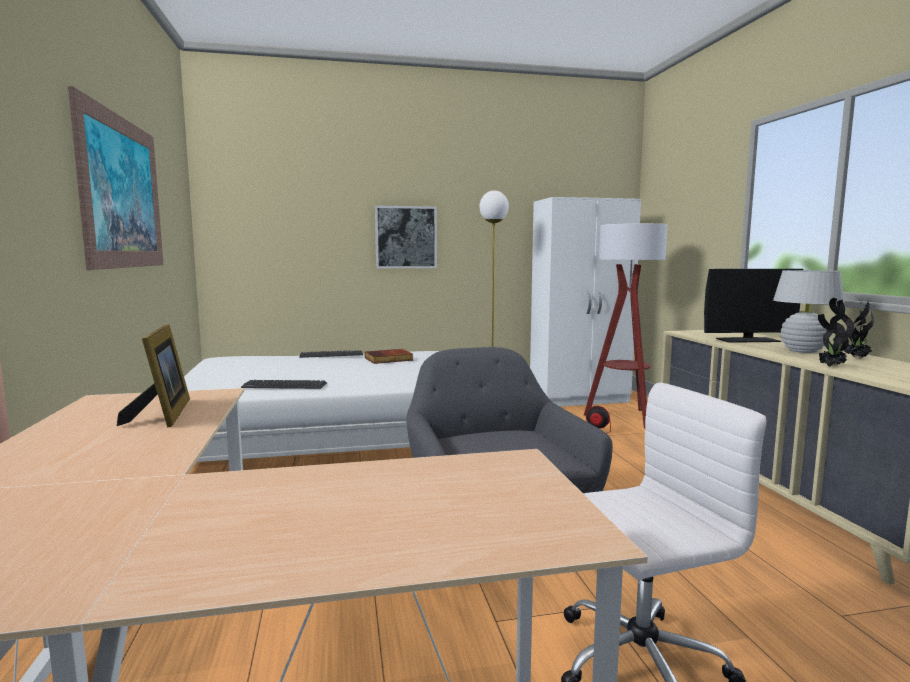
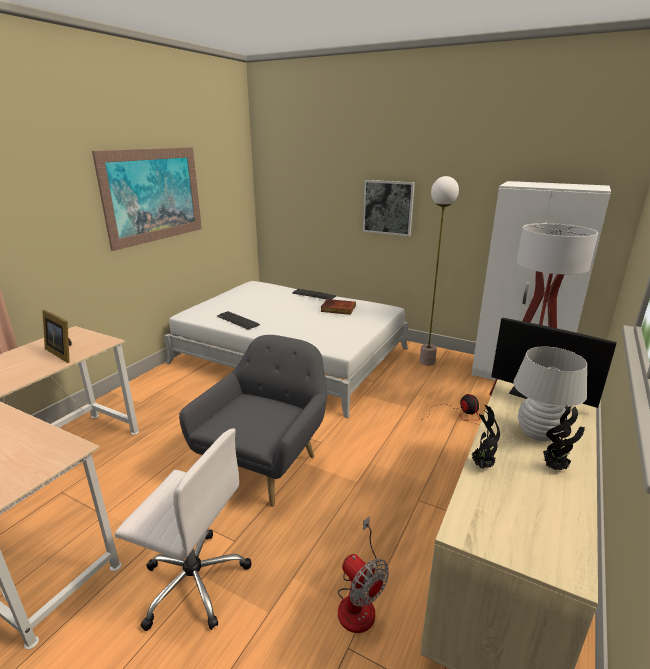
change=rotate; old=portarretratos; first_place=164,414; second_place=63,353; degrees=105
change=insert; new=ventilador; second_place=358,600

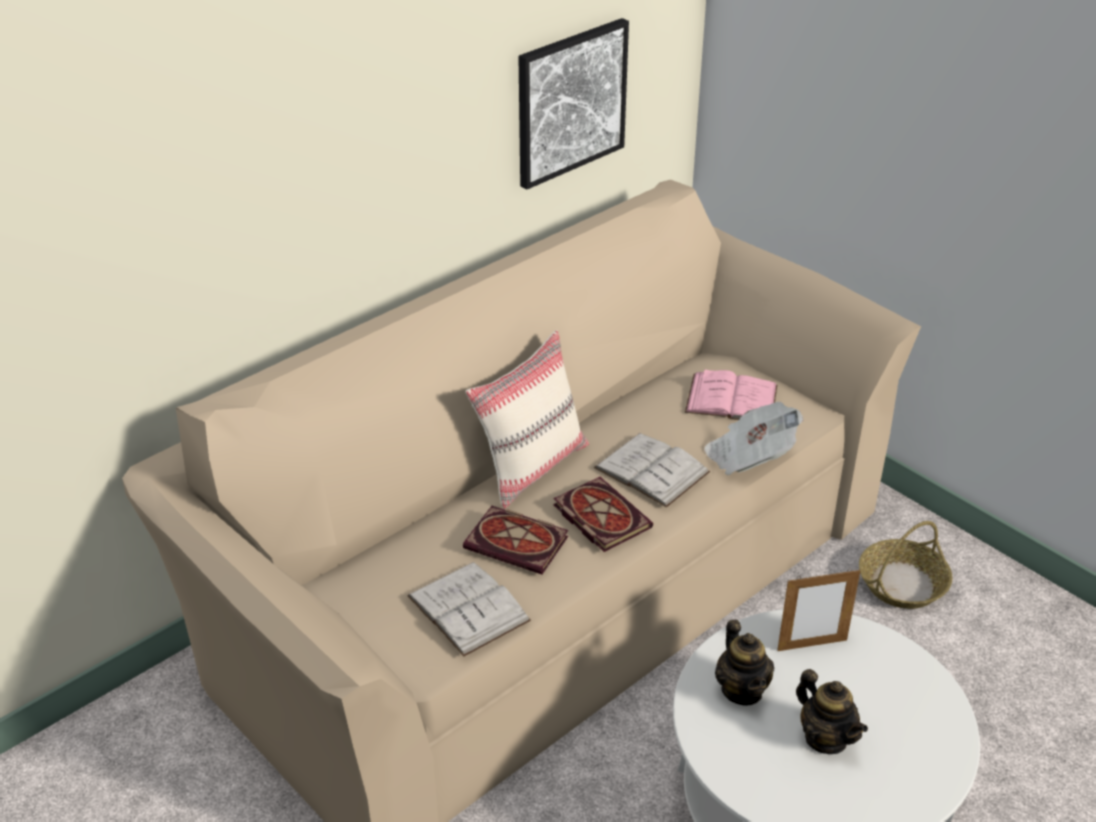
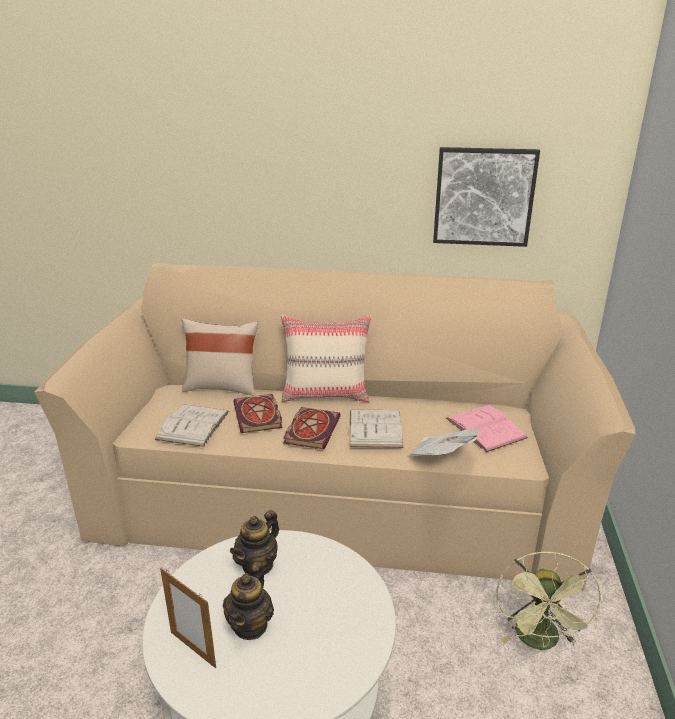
change=move; old=portarretratos; first_place=812,645; second_place=193,649
change=replace; old=cesta; new=ventilador/verde; first_place=902,583; second_place=540,642
change=insert; new=cojín/beis; second_place=222,387

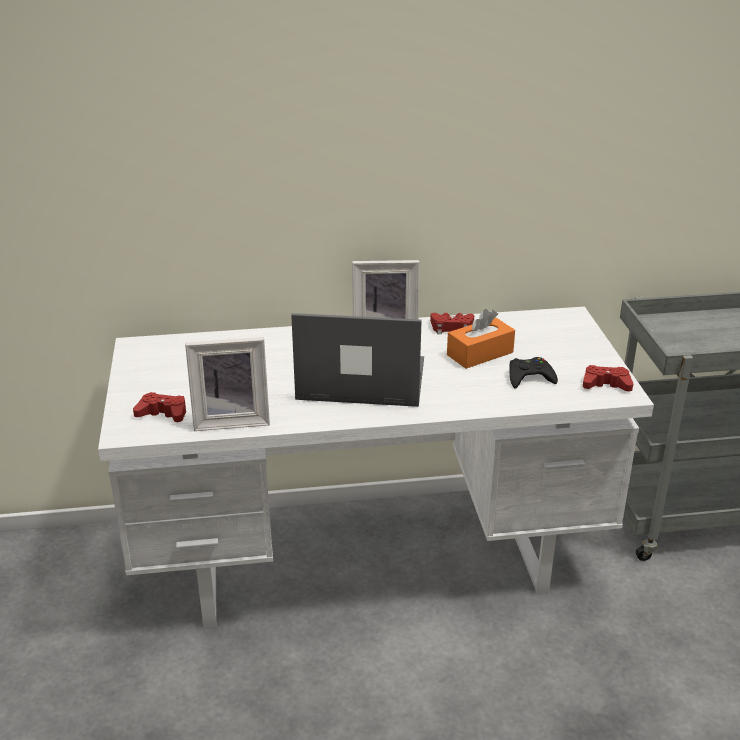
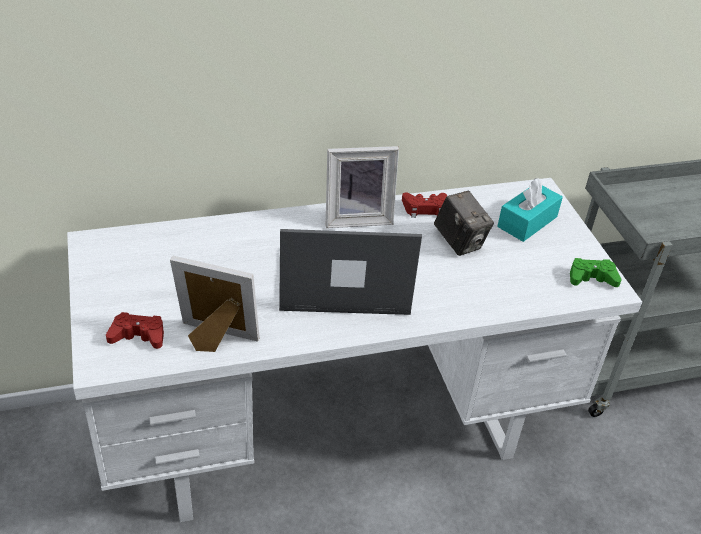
change=rotate; old=portarretratos; first_place=231,419; second_place=215,341; degrees=-150
change=replace; old=caja de pañuelos/naranja; new=cámara; first_place=480,354; second_place=459,242
change=delete; old=mando de consola/negro; first_place=529,377
change=recolor; old=mando de consola/rojo; new=mando de consola/verde; first_place=606,384; second_place=591,278
change=insert; new=caja de pañuelos/turquesa; second_place=527,222

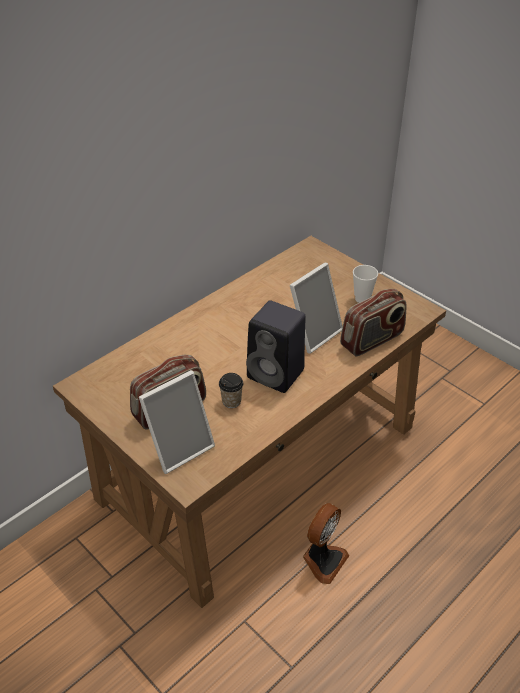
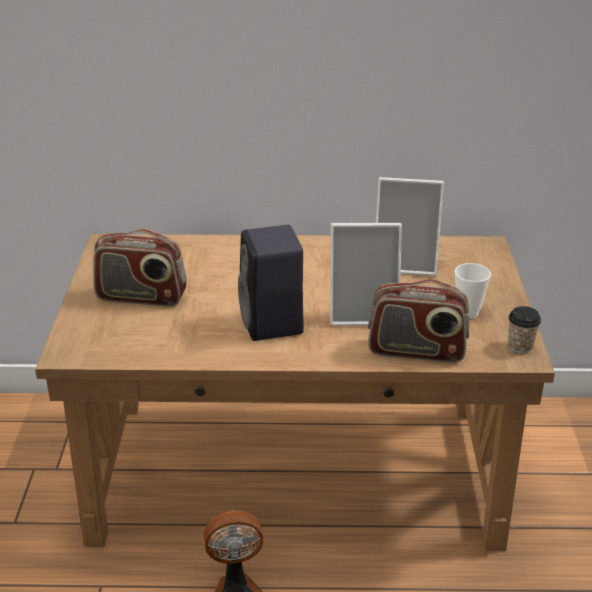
change=move; old=portarretratos; first_place=179,447; second_place=405,263
change=move; old=taza; first_place=231,401; second_place=520,346

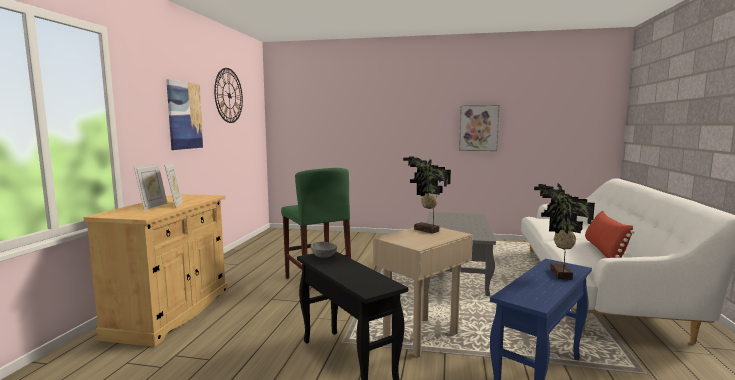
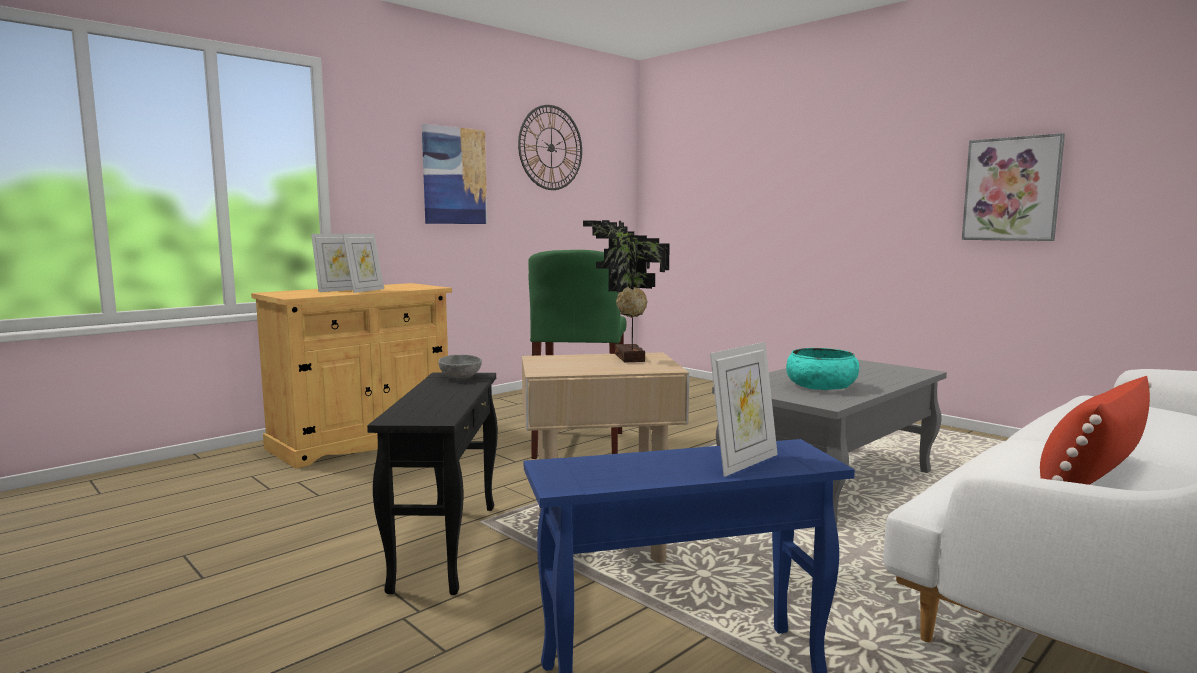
change=replace; old=planta en maceta; new=portarretratos; first_place=558,274; second_place=743,463
change=insert; new=cuenco/turquesa; second_place=821,386

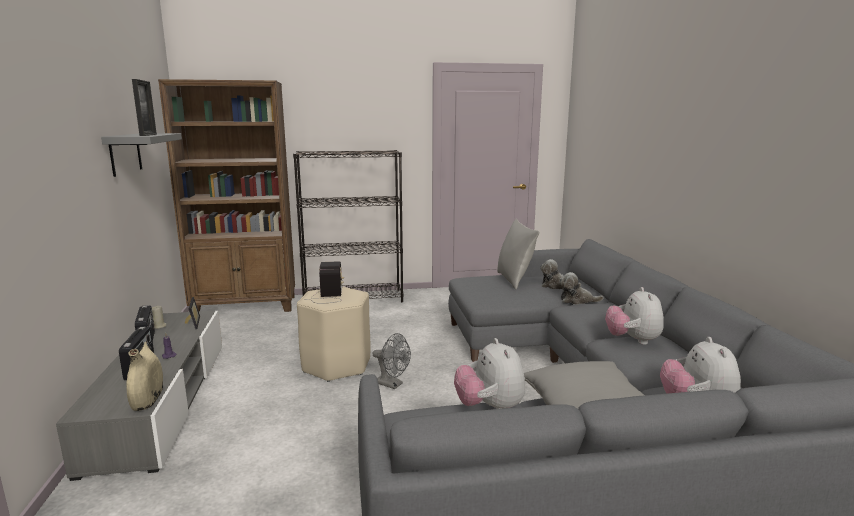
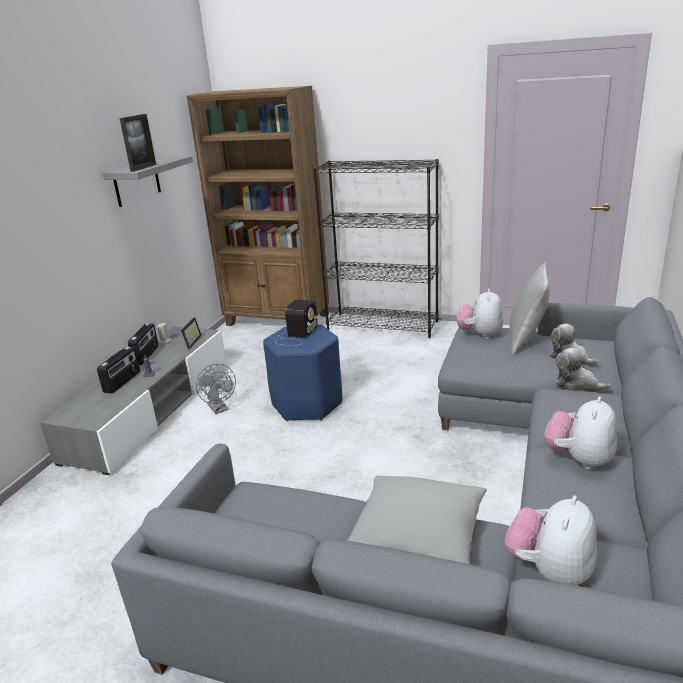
change=delete; old=florero/beis; first_place=148,399
change=recolor; old=taburete/beis; new=taburete/azul; first_place=336,365; second_place=307,404
change=move; old=ventilador/gris; first_place=392,384; second_place=219,409
change=move; old=peluche; first_place=489,407; second_place=480,335

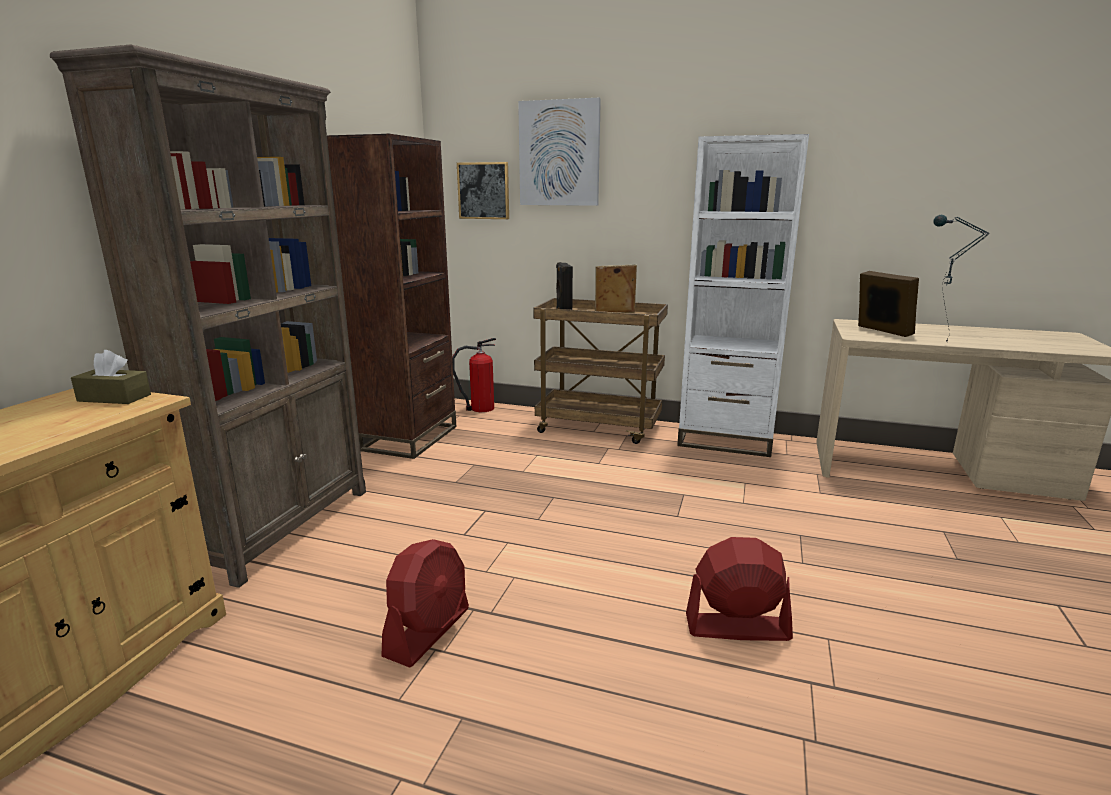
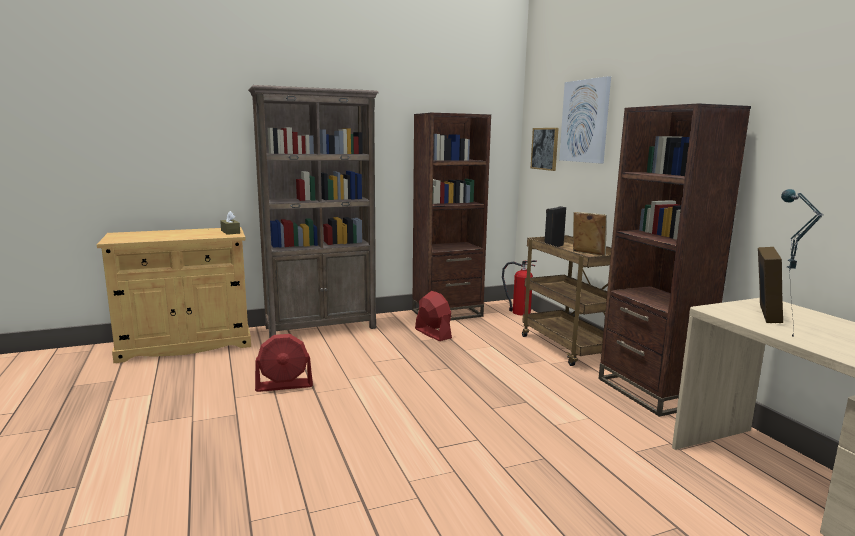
change=recolor; old=estantería/blanco; new=estantería/marrón; first_place=725,440; second_place=649,392
change=move; old=ventilador/rojo; first_place=736,627; second_place=433,333

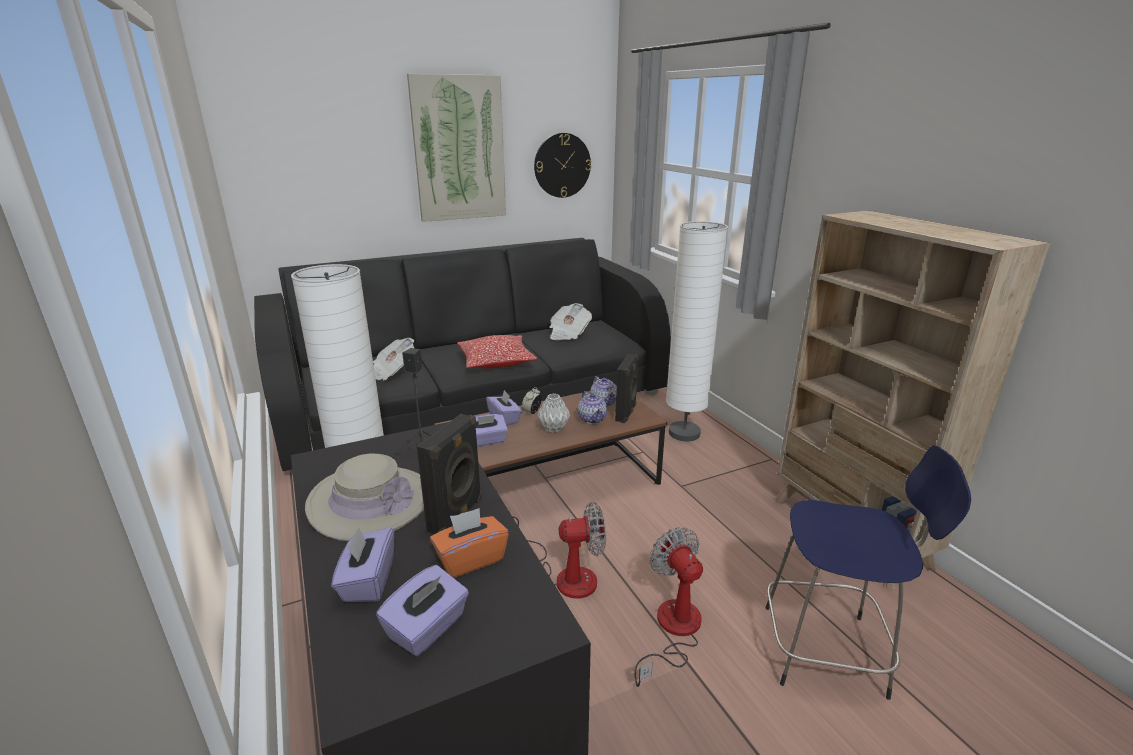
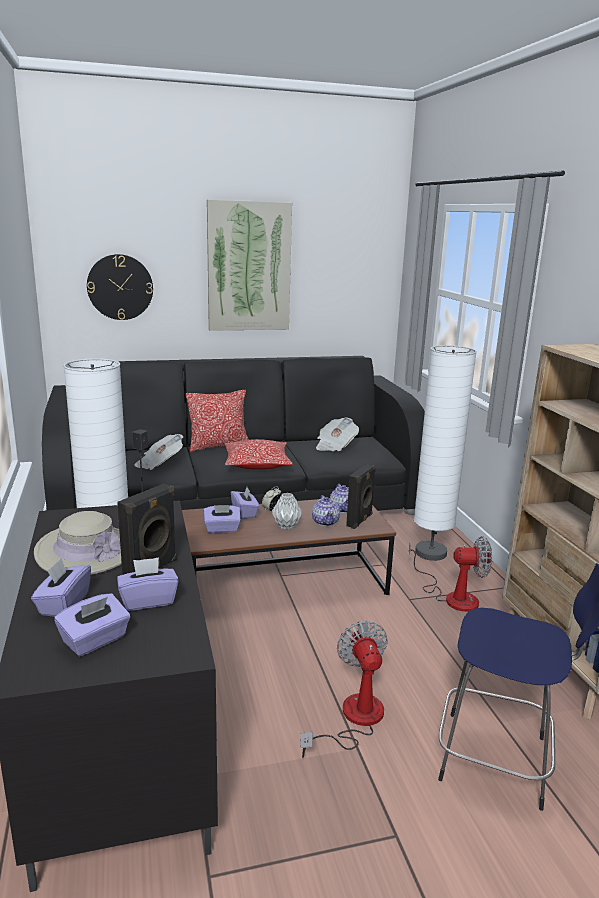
change=recolor; old=caja de pañuelos/naranja; new=caja de pañuelos/morado; first_place=470,559; second_place=148,600
change=move; old=ventilador; first_place=565,575; second_place=452,596
change=move; old=reloj de pared; first_place=562,165; second_place=120,287
change=insert; new=cojín; second_place=218,446

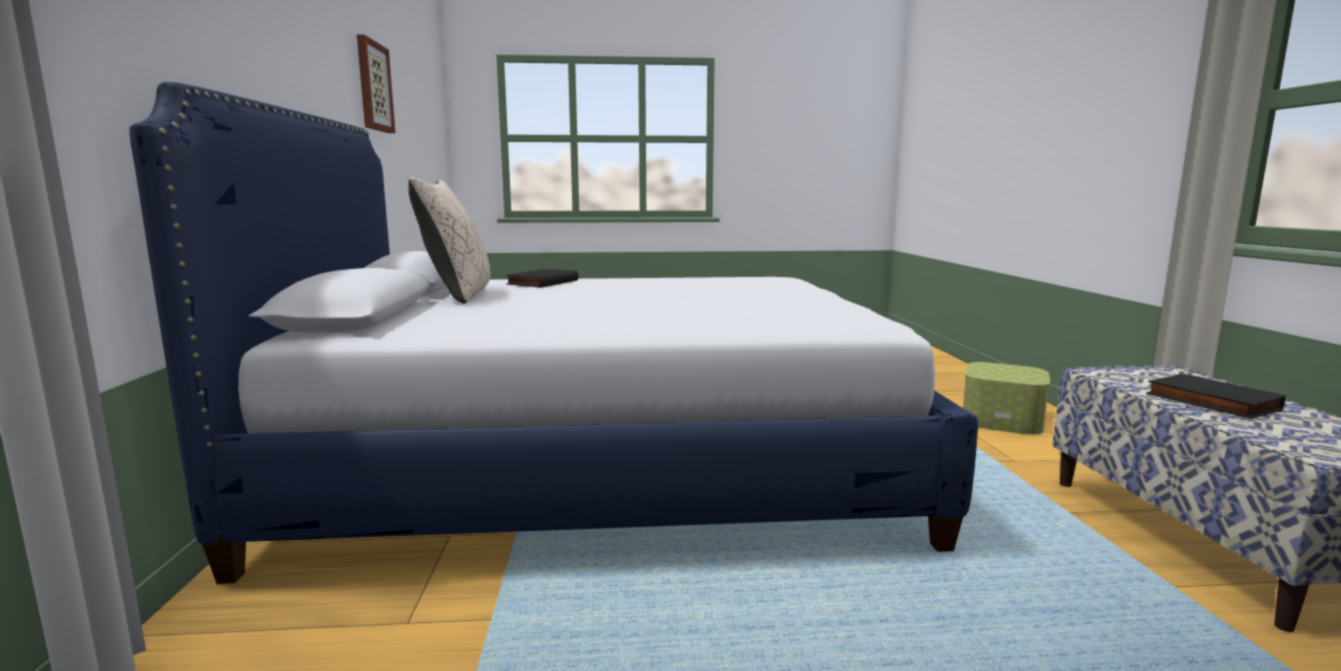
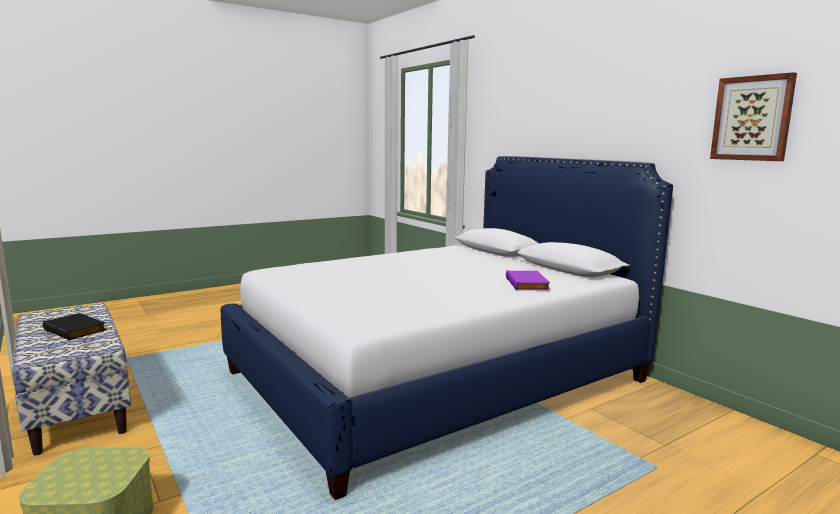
change=delete; old=cojín/beis; first_place=458,295
change=recolor; old=libro/negro; new=libro/morado; first_place=542,282; second_place=528,284

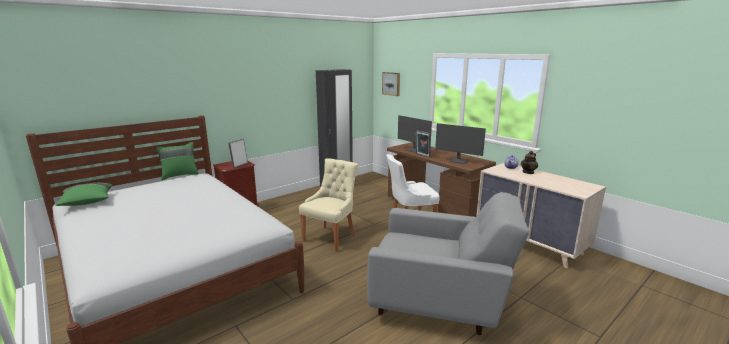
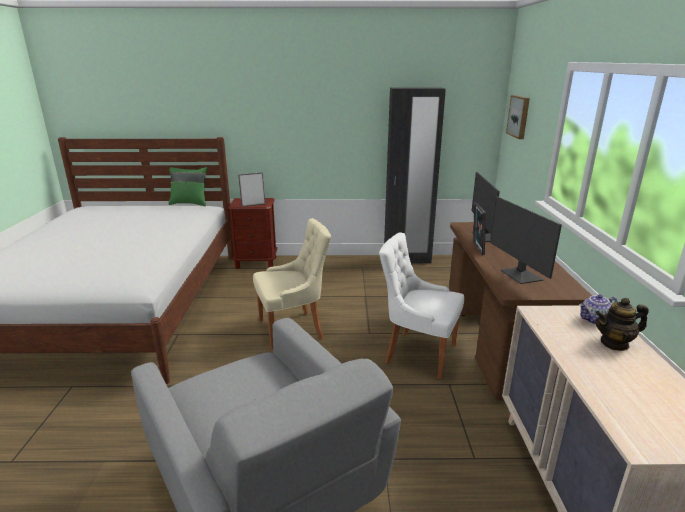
change=delete; old=cojín/verde; first_place=87,202

